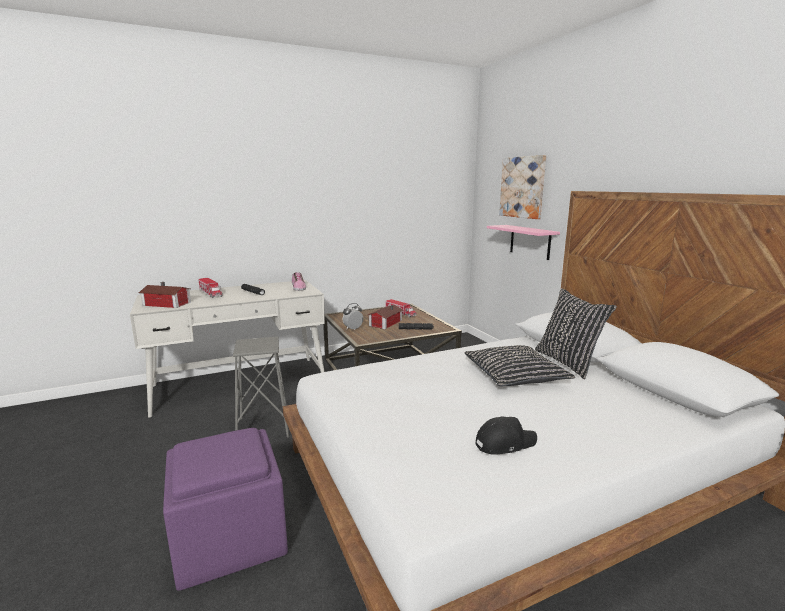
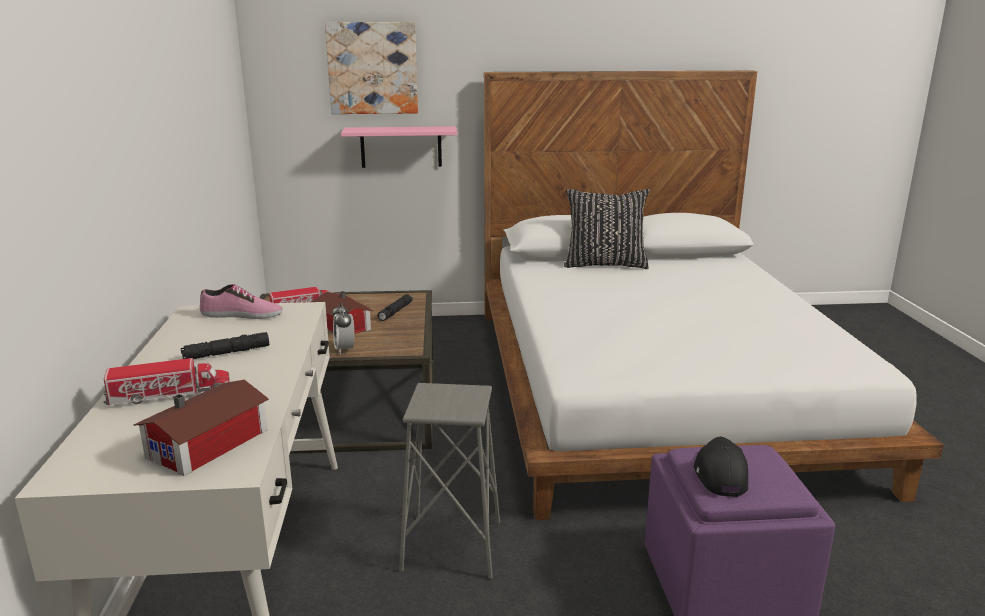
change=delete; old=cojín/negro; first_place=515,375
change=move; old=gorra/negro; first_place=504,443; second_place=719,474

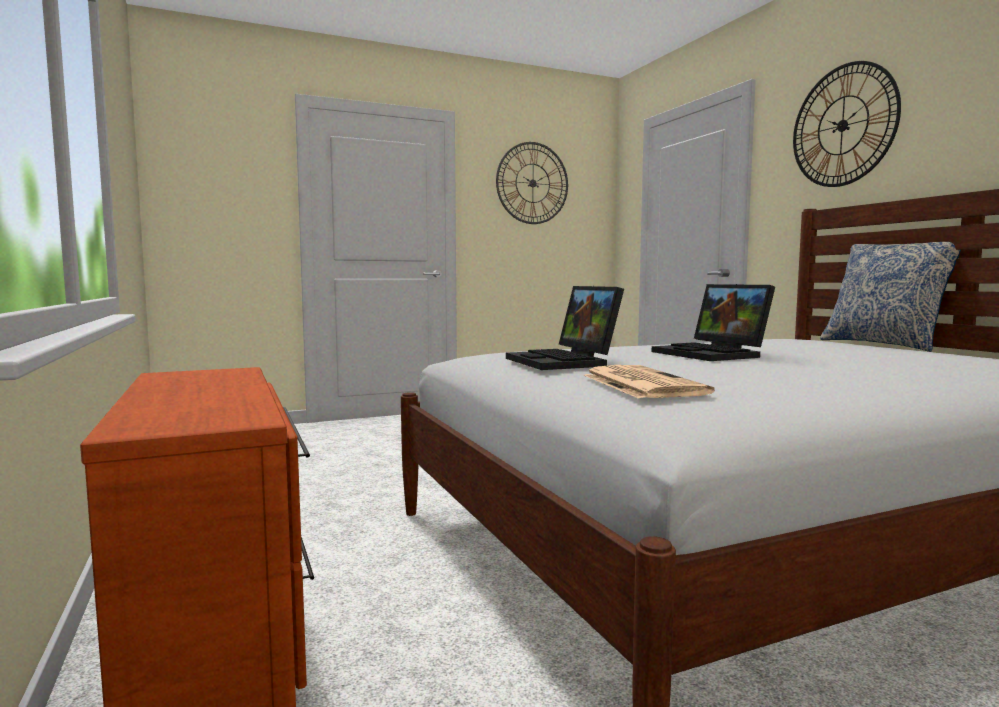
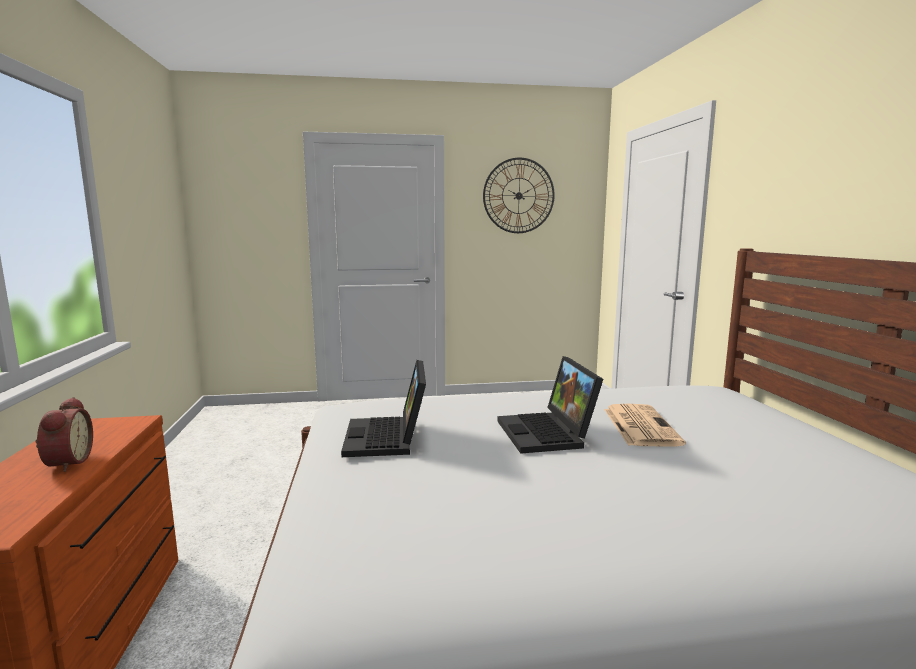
change=move; old=periódico; first_place=640,384; second_place=639,425
change=delete; old=reloj de pared; first_place=842,125
change=delete; old=cojín; first_place=884,345
change=insert; new=despertador; second_place=66,463

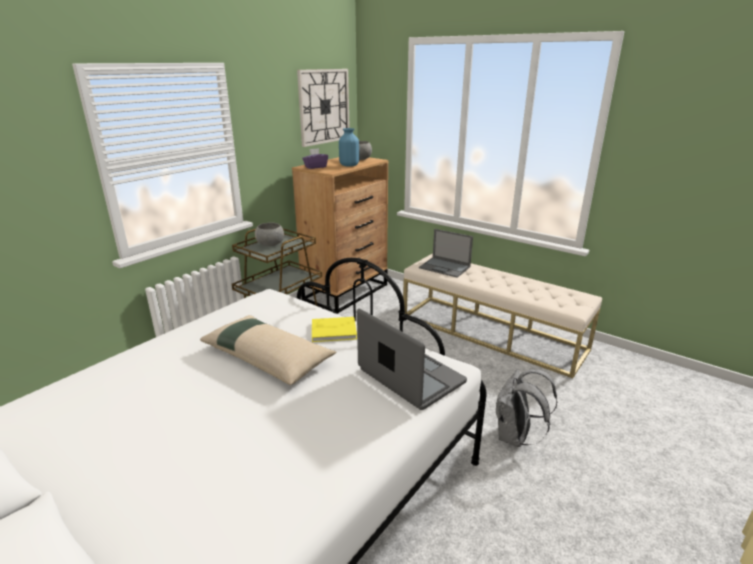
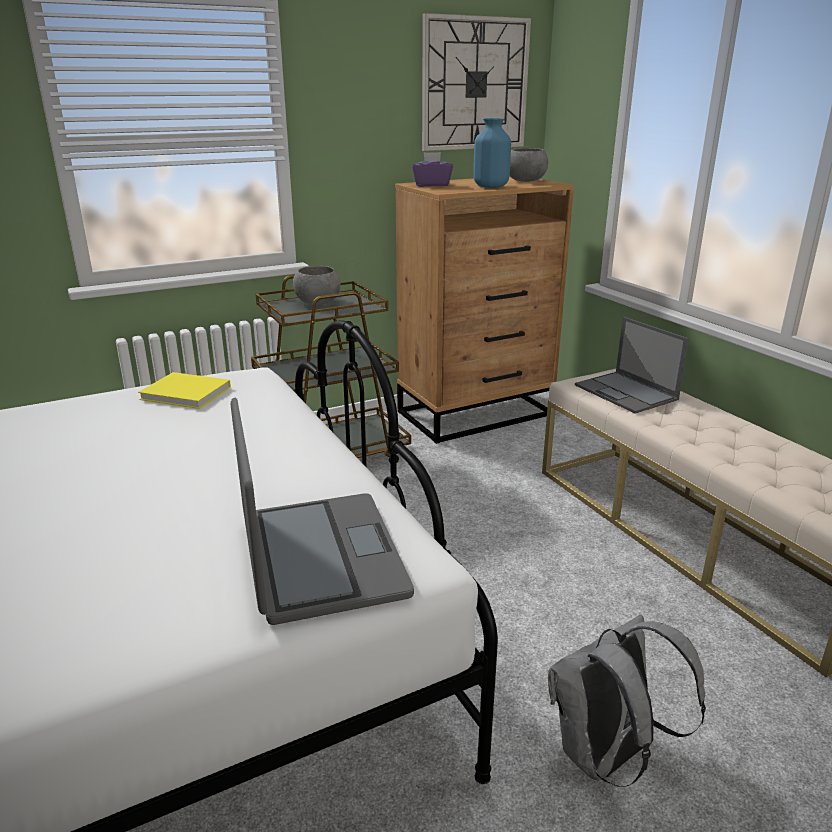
change=delete; old=cojín/beis; first_place=268,357
change=move; old=libro/amarillo; first_place=335,331; second_place=188,393

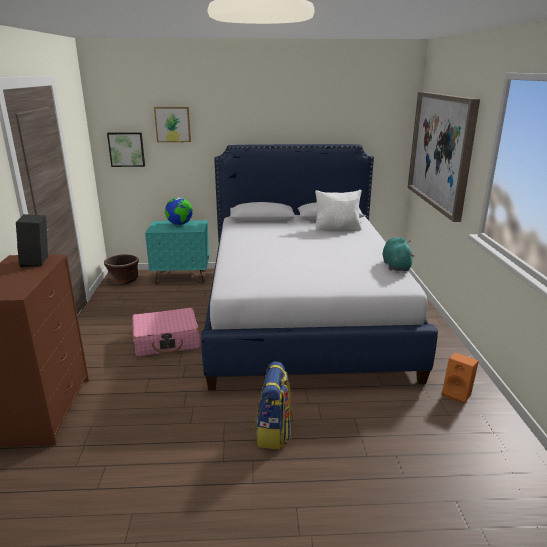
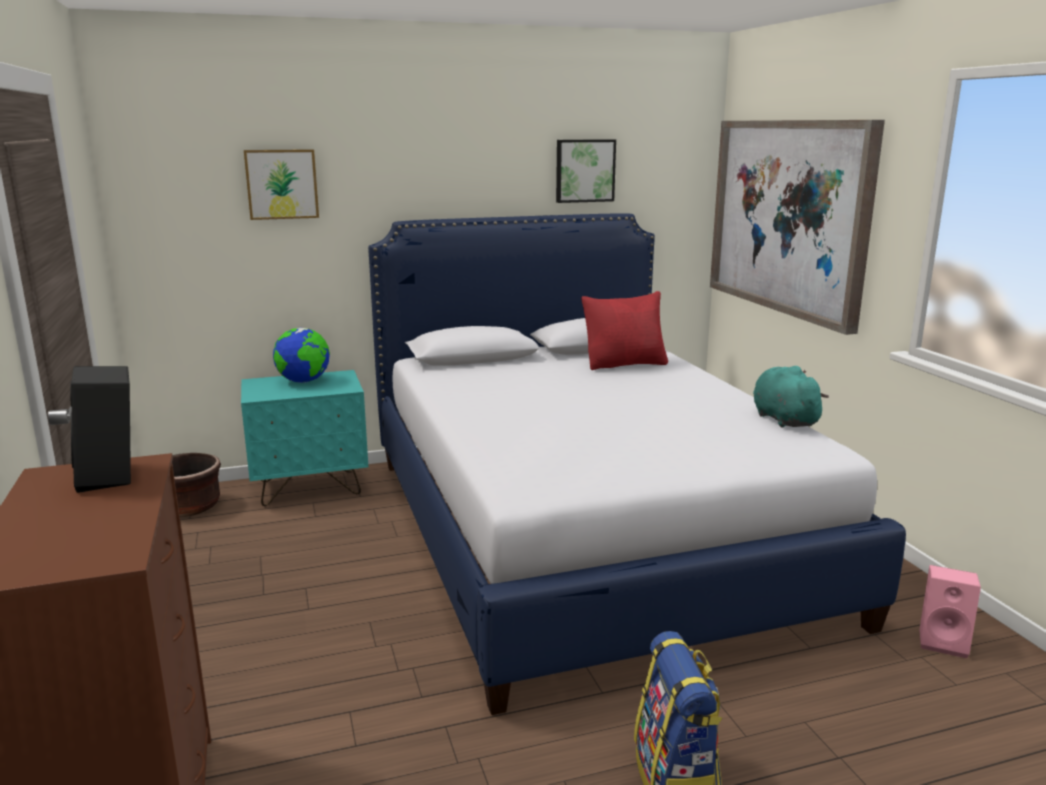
change=move; old=cuadro; first_place=126,149; second_place=584,170
change=delete; old=maleta/rosa; first_place=167,341
change=recolor; old=cojín/blanco; new=cojín/rojo; first_place=338,228; second_place=625,364
change=recolor; old=altavoz/naranja; new=altavoz/rosa; first_place=458,394; second_place=944,642

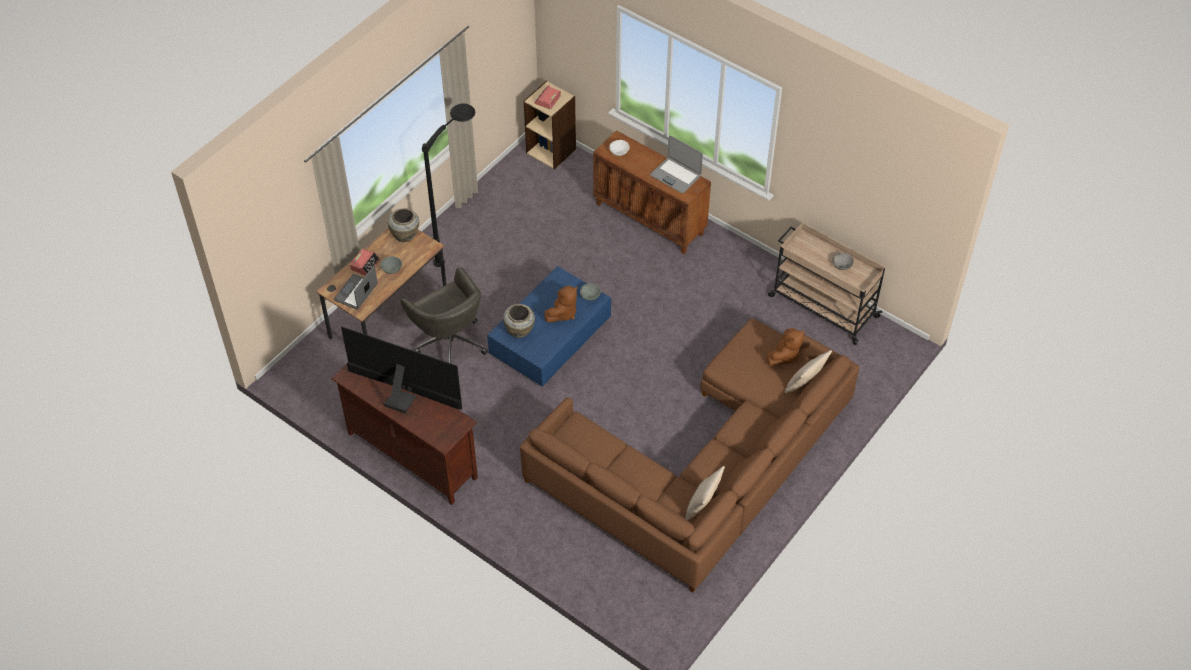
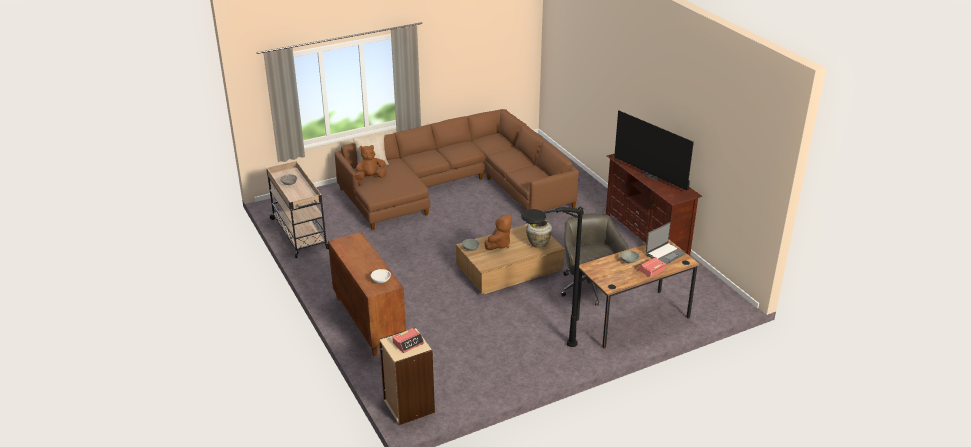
change=delete; old=florero/beis; first_place=405,236
change=recolor; old=mesa de centro/azul; new=mesa de centro/marrón; first_place=550,338; second_place=510,270
change=rotate; old=peluche/marrón; first_place=563,313; second_place=499,244; degrees=150
change=delete; old=portátil; first_place=675,175
change=delete; old=cojín/beis; first_place=702,505

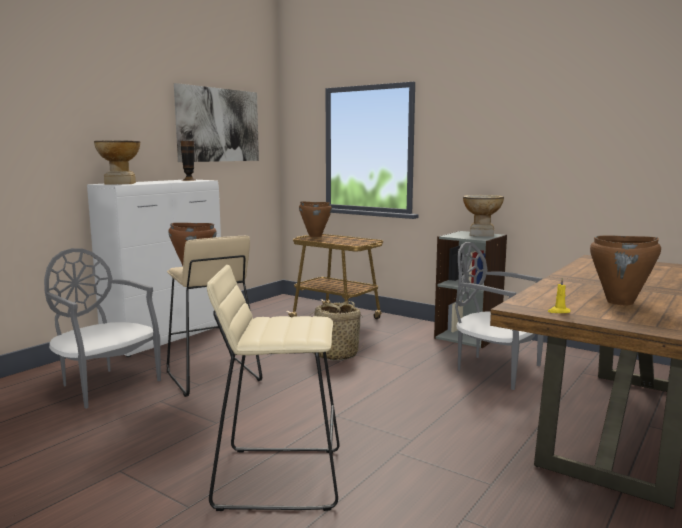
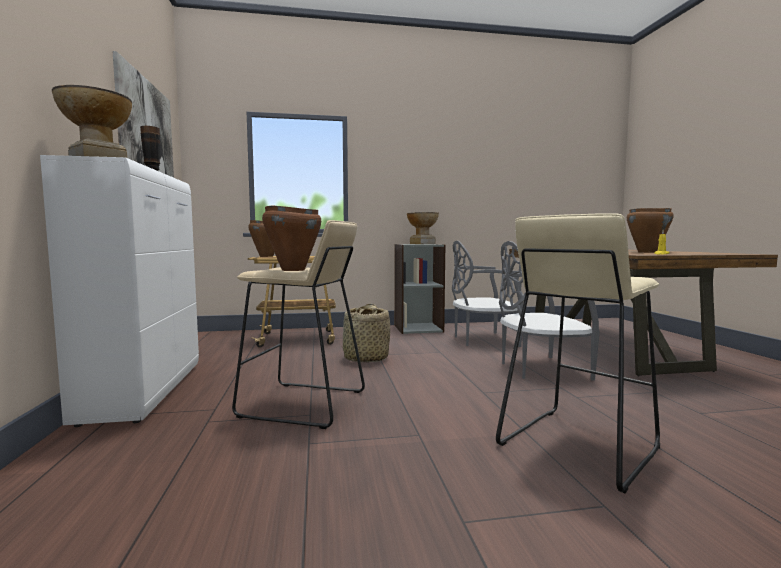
change=move; old=silla/gris; first_place=105,385; second_place=540,369

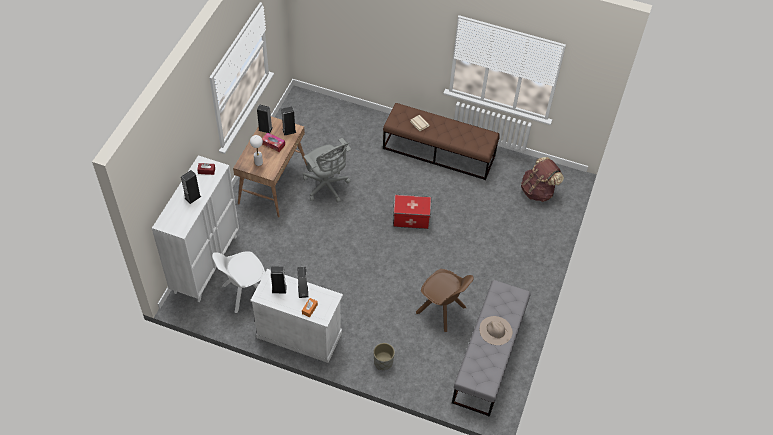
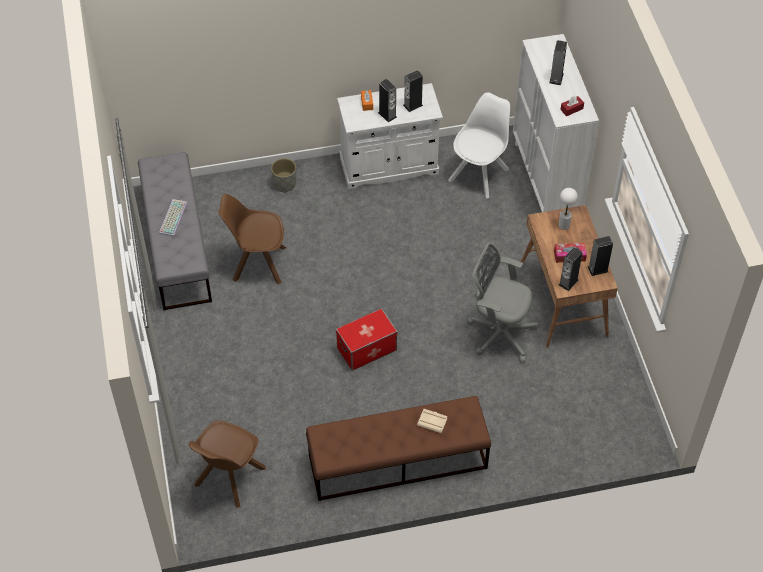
change=replace; old=sombrero/beis; new=teclado; first_place=495,330; second_place=172,217
change=replace; old=mochila/marrón; new=silla/marrón; first_place=538,191; second_place=228,478

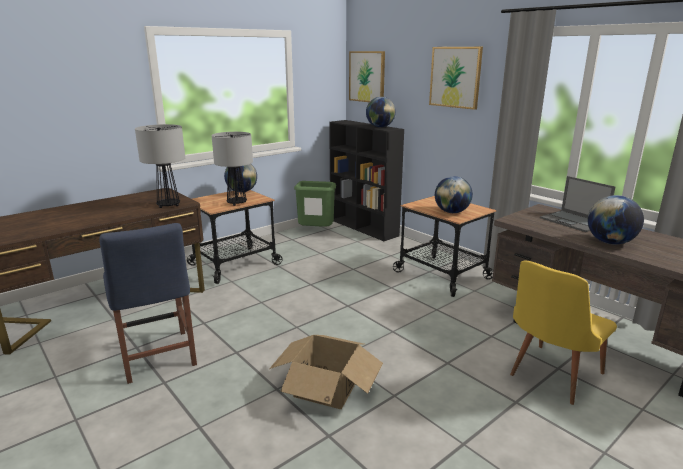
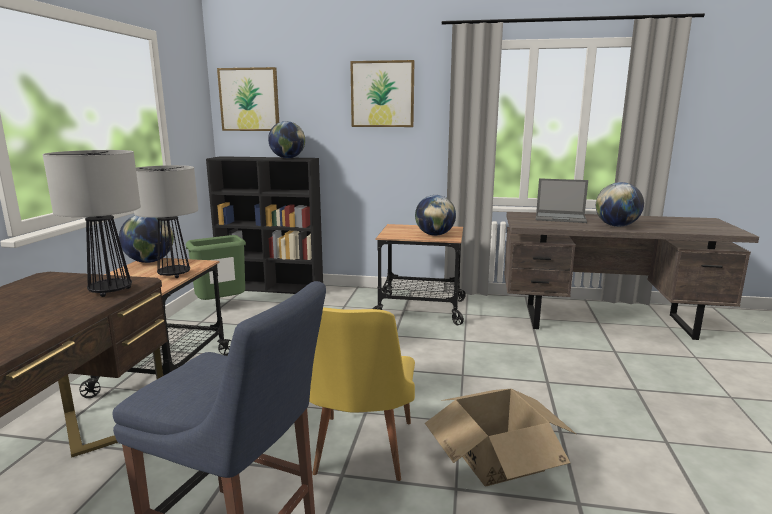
change=move; old=silla/amarillo; first_place=550,377; second_place=359,454

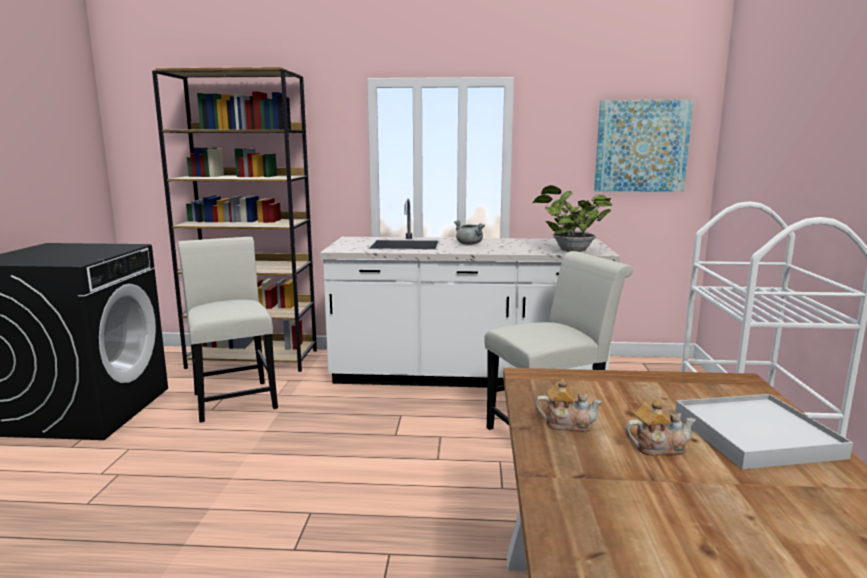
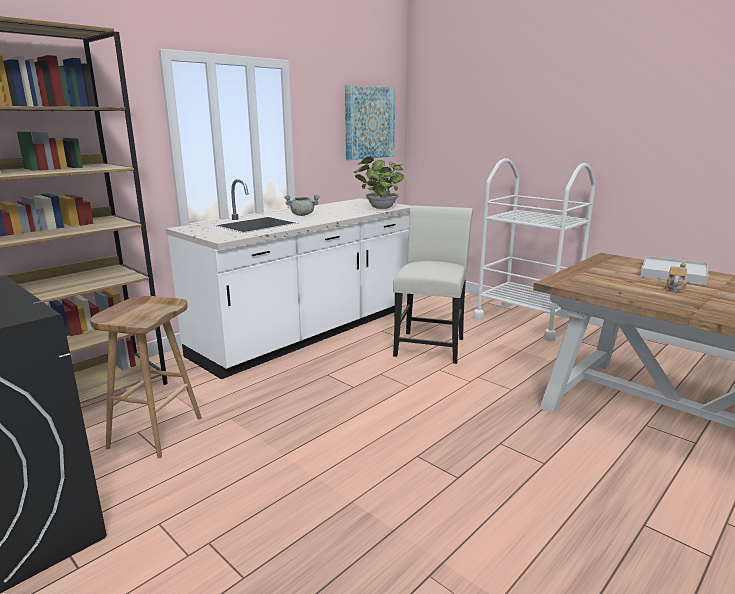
change=replace; old=silla/blanco; new=taburete/marrón; first_place=233,398; second_place=155,431
change=delete; old=tetera; first_place=567,424

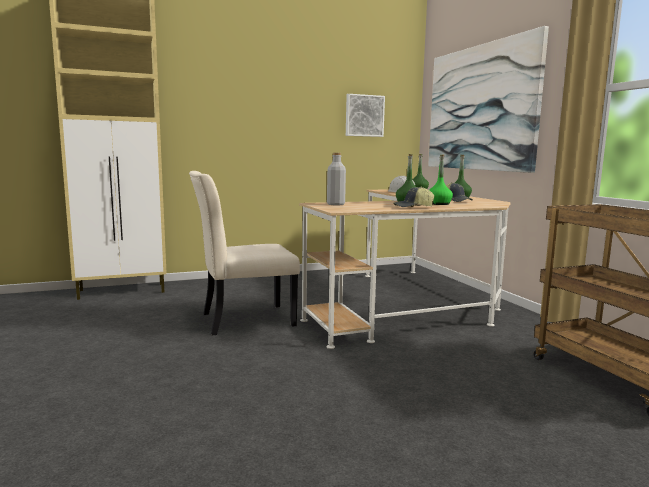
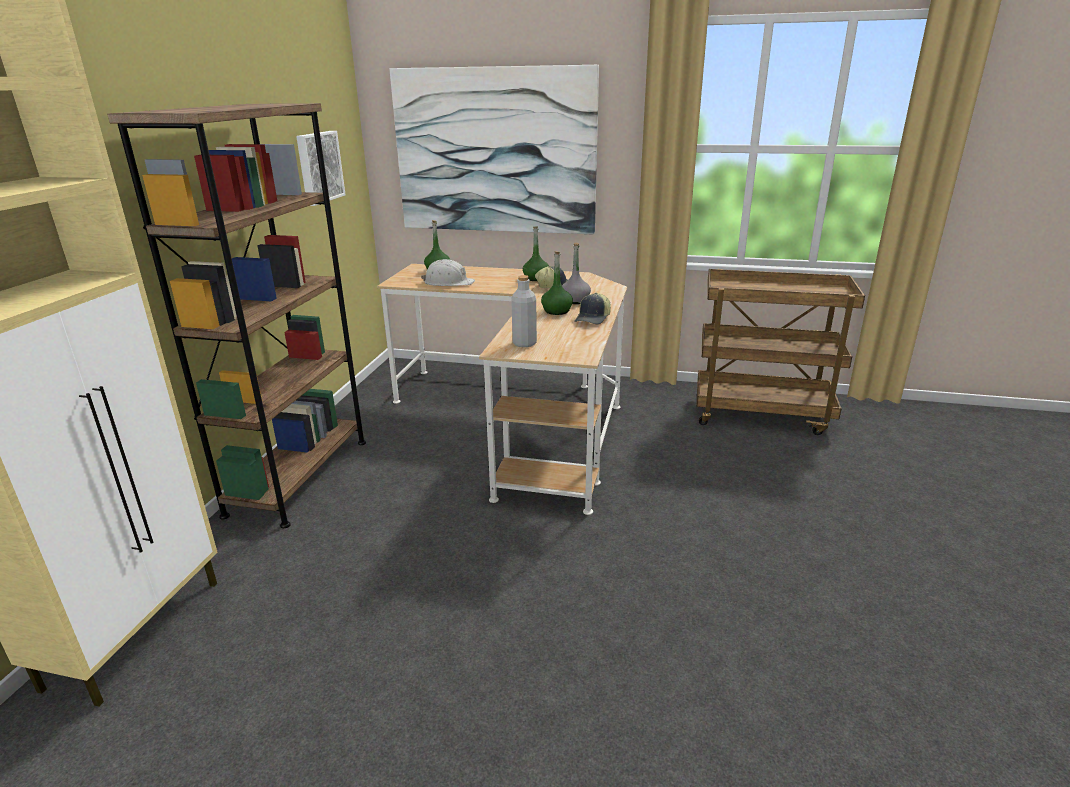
change=delete; old=silla/beis; first_place=243,320
change=recolor; old=botella/verde; new=botella/gris; first_place=439,204; second_place=575,301
change=insert; new=estantería/marrón; second_place=299,476

